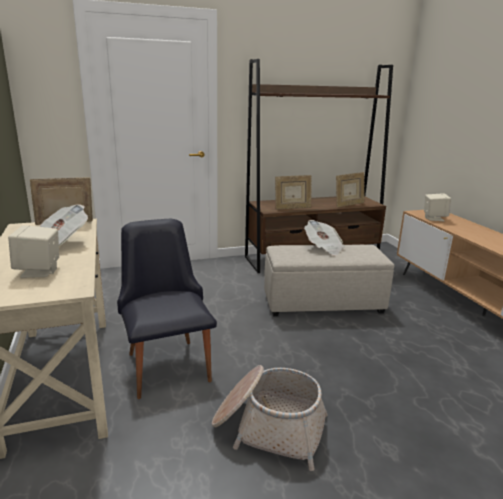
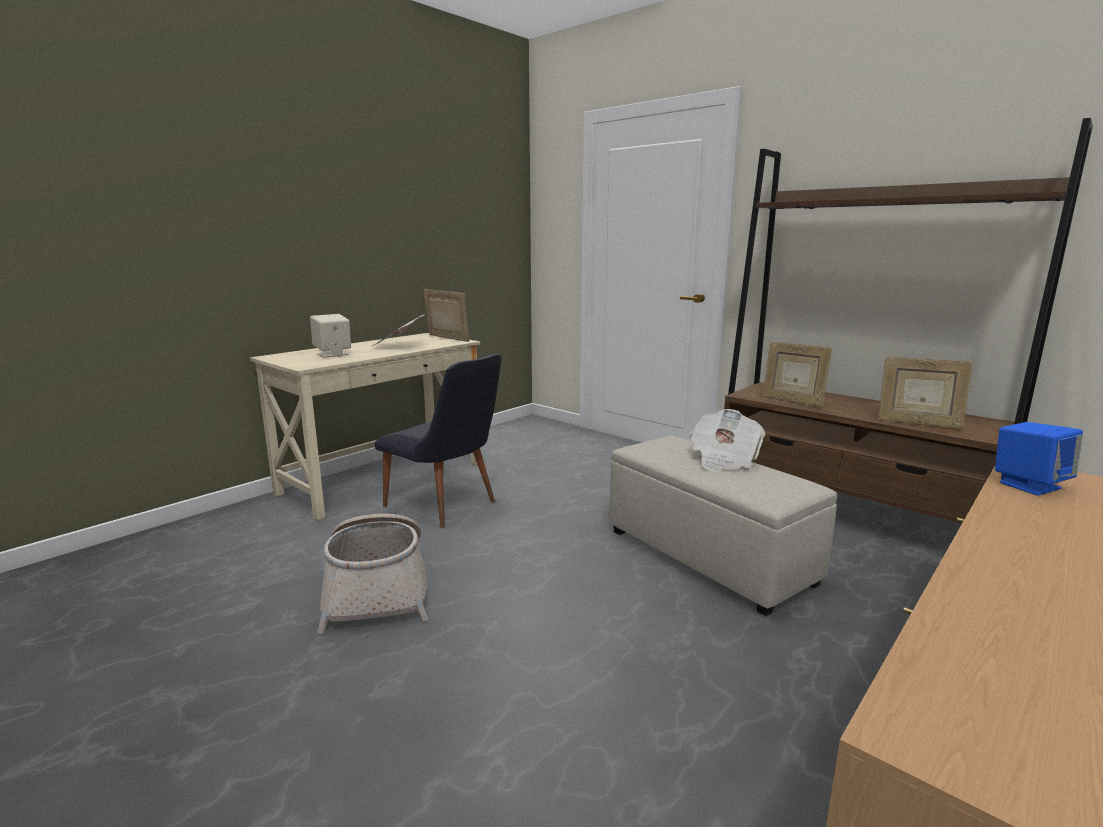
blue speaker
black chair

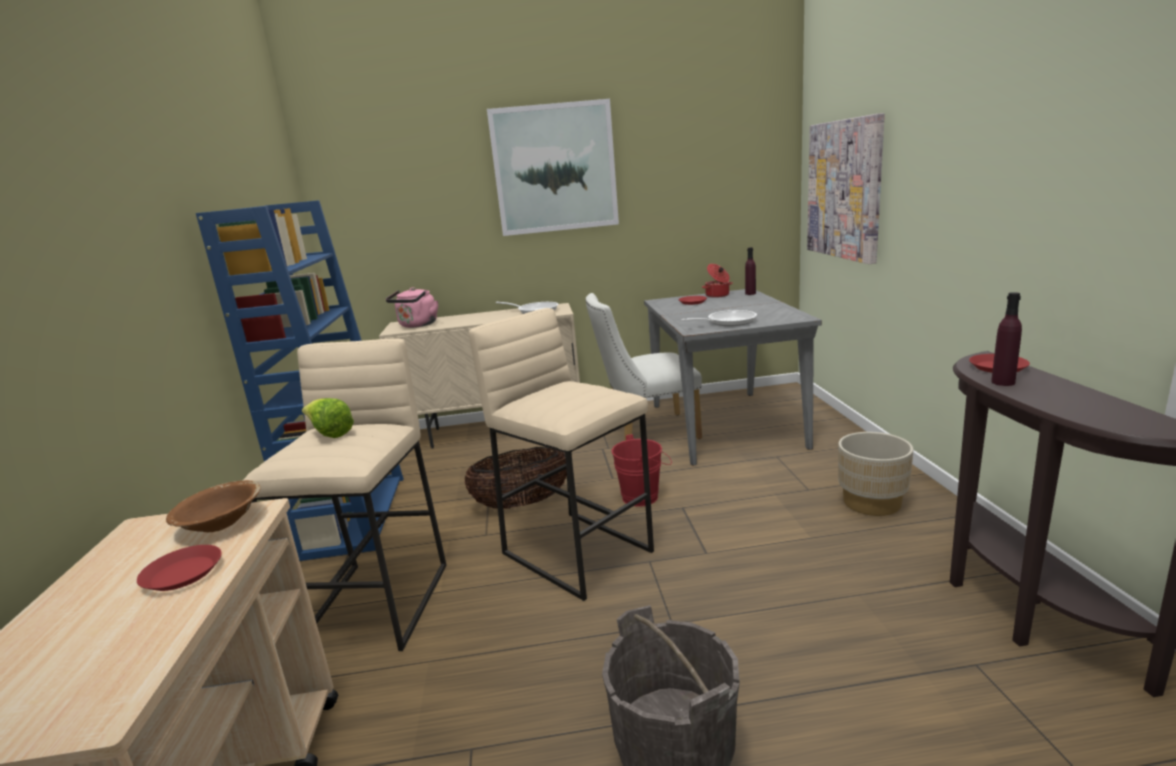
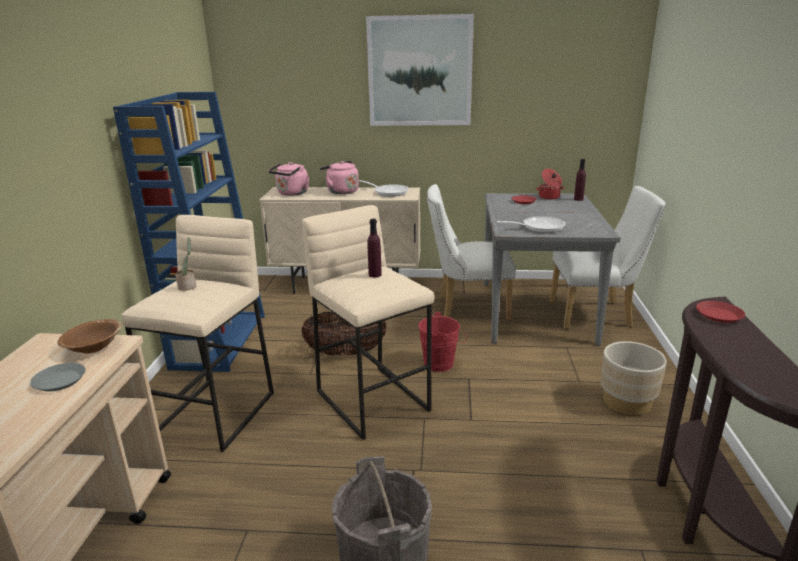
picture (no. 2 from left in the first image)
pink kettle (no. 2 from left)
white chair (no. 2 from left)
purple bottle (no. 1 from left)
potted plant
grey plate

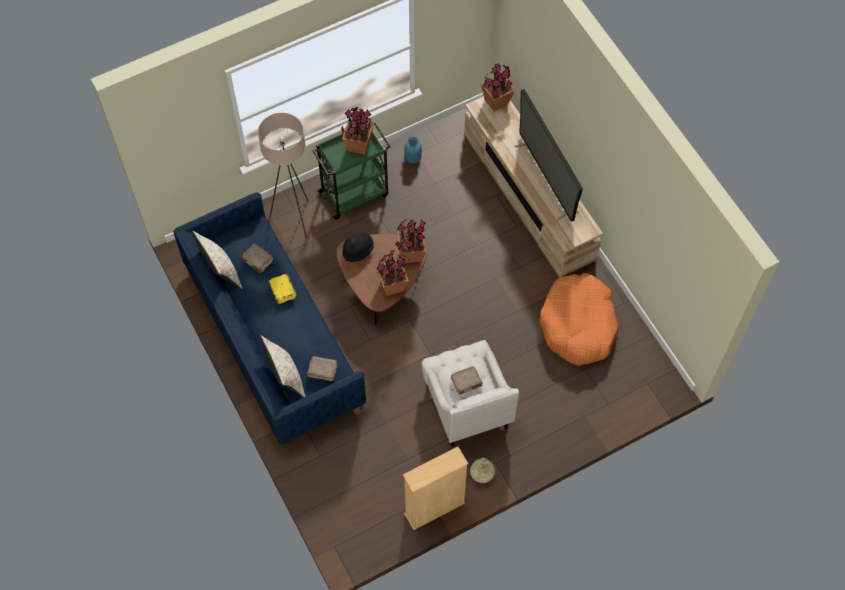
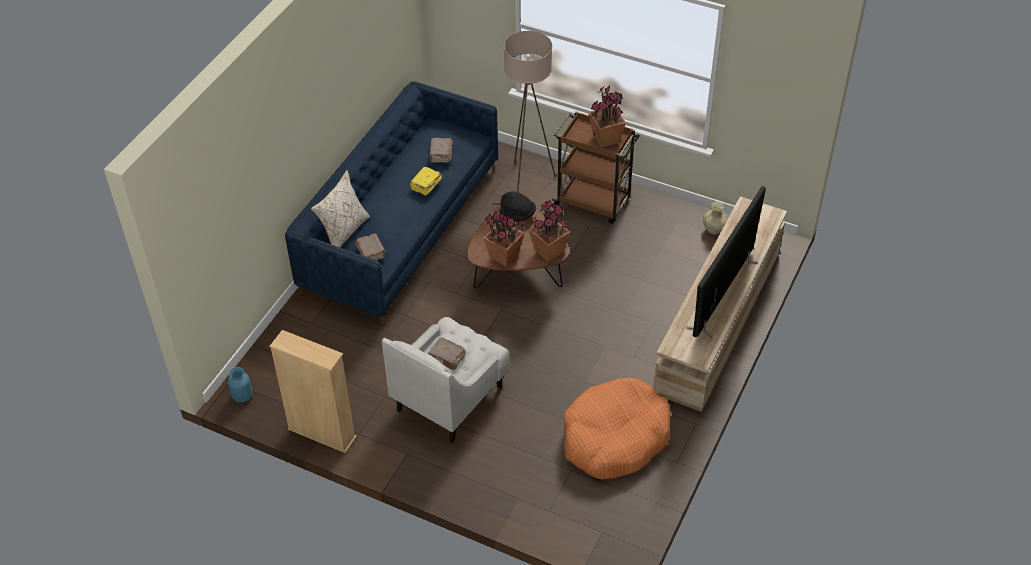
beige pillow (no. 1 from left in the first image)
potted plant (no. 4 from left in the first image)
blue vase
beige vase
brown cart

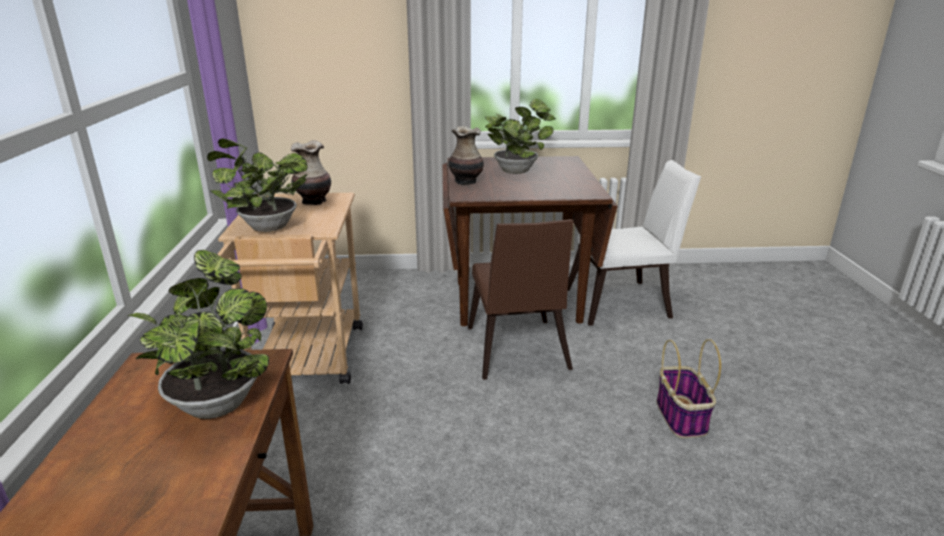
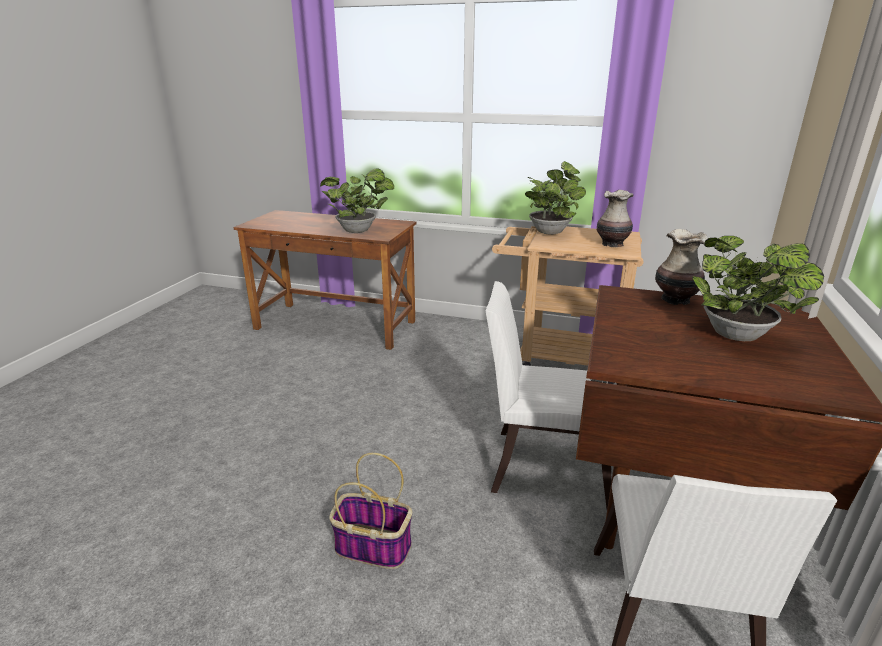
white chair (no. 1 from left)

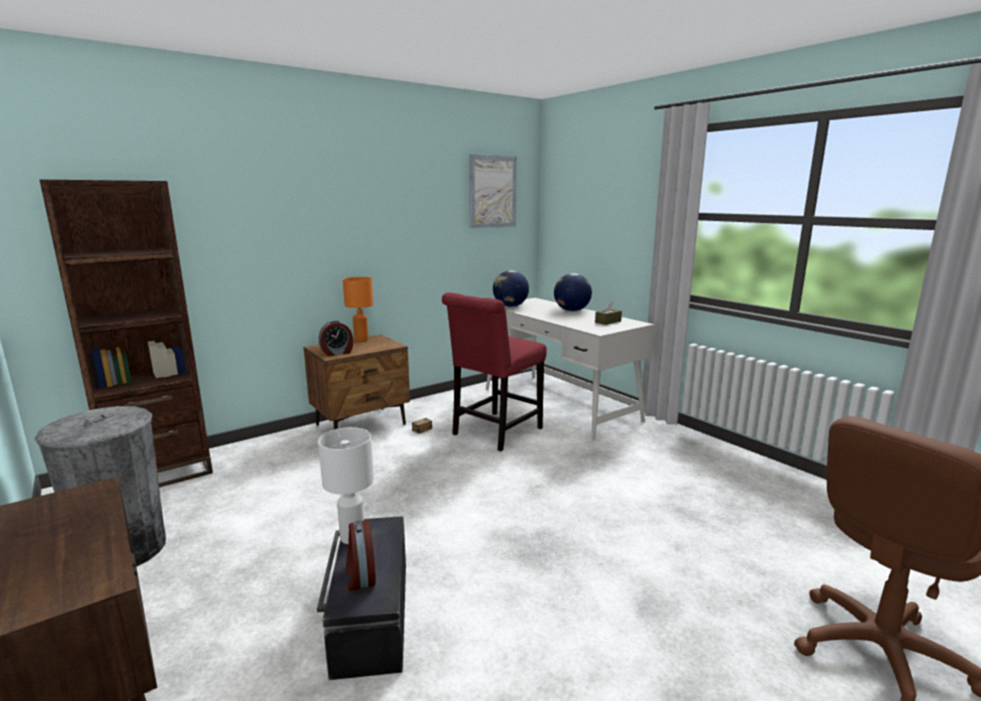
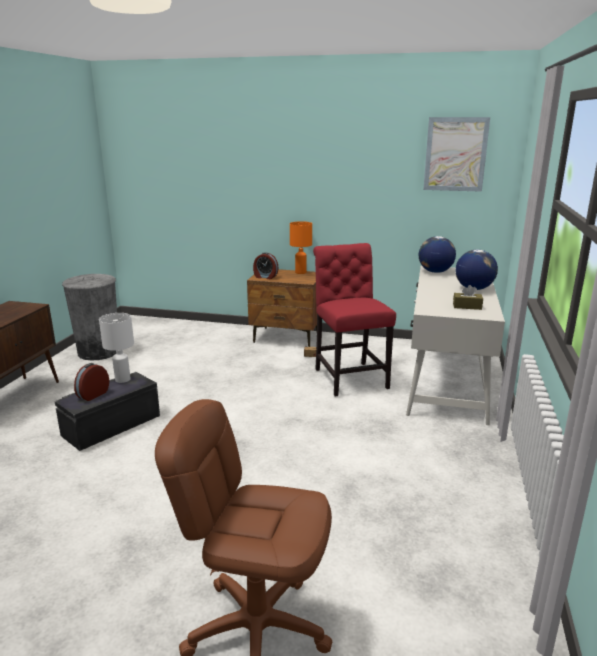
brown bookcase
red chair

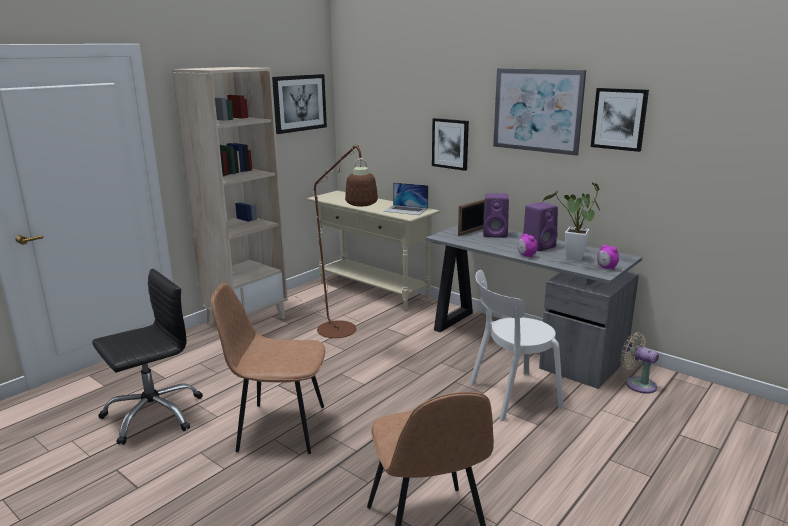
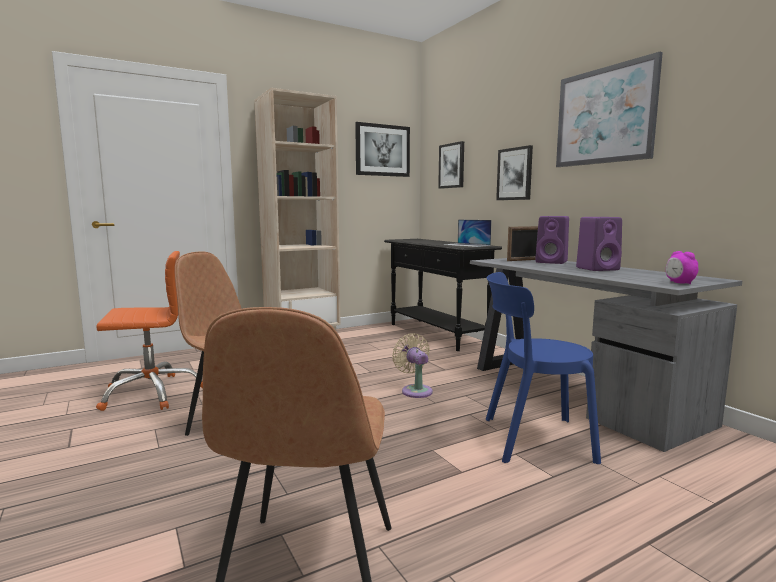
brown floor lamp
alarm clock (no. 1 from left in the first image)
potted plant
picture (no. 2 from left)
beige fan
orange office chair
black console table
blue chair

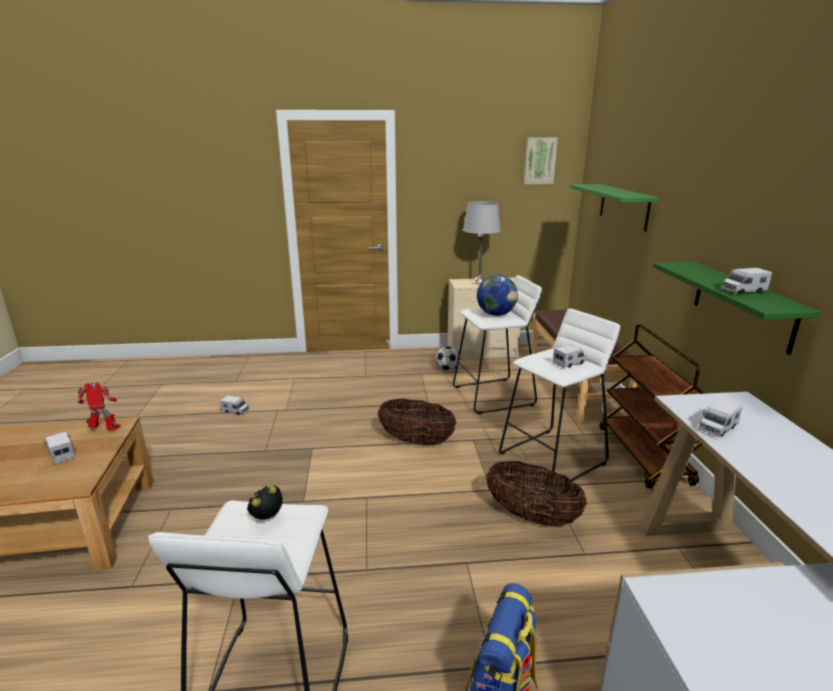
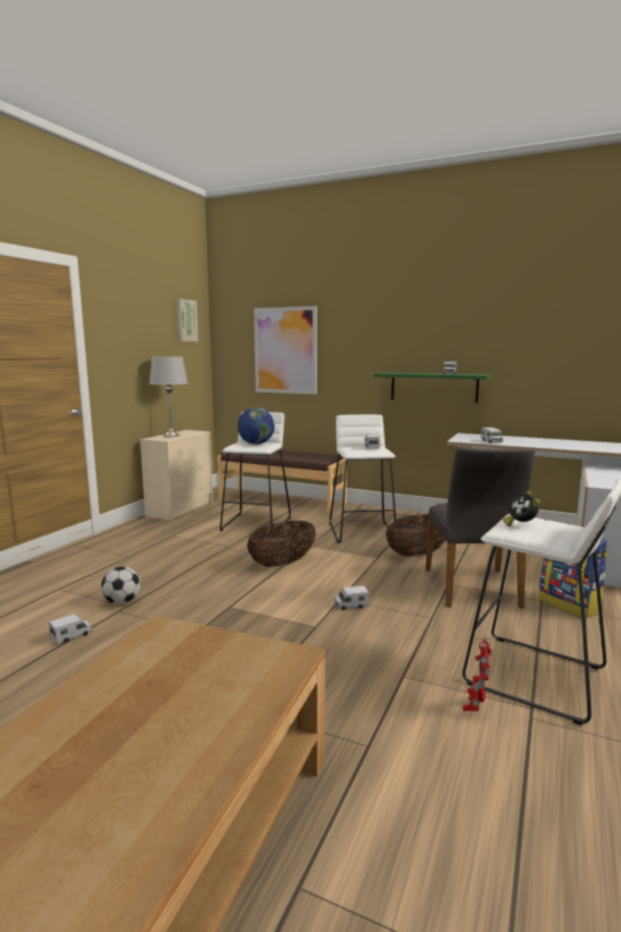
brown cart
grey chair
toy truck (no. 2 from left)
toy robot
football
picture (no. 2 from left)

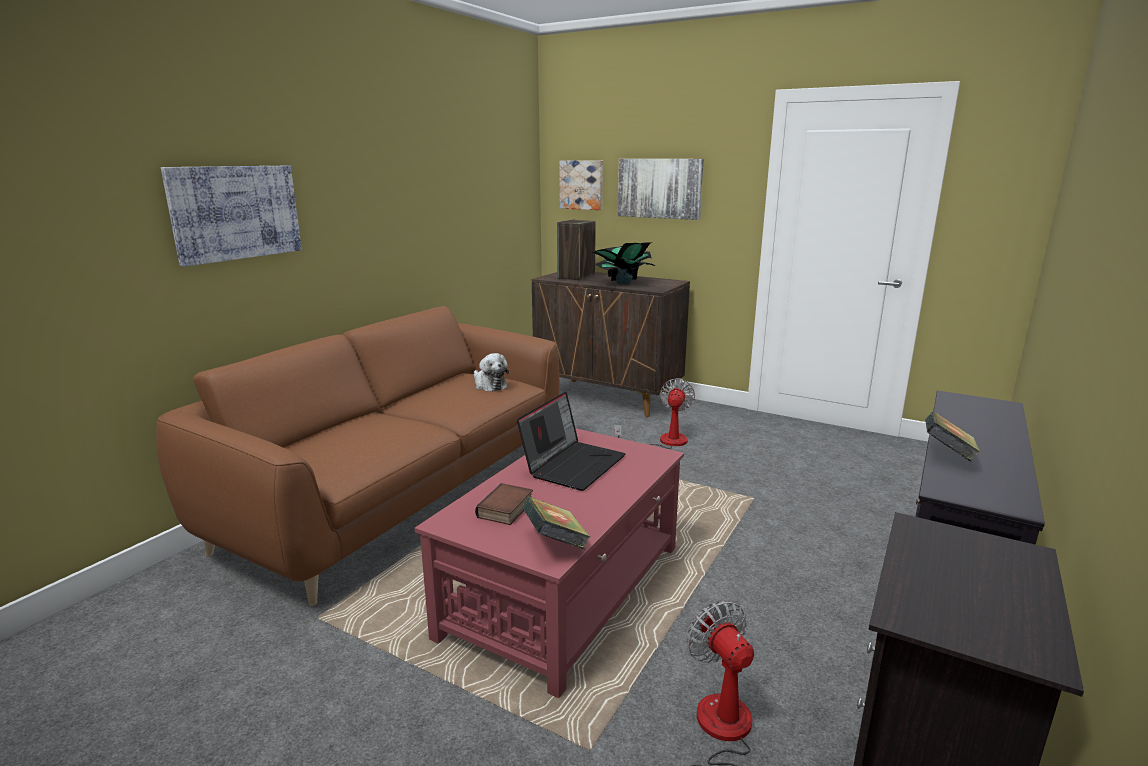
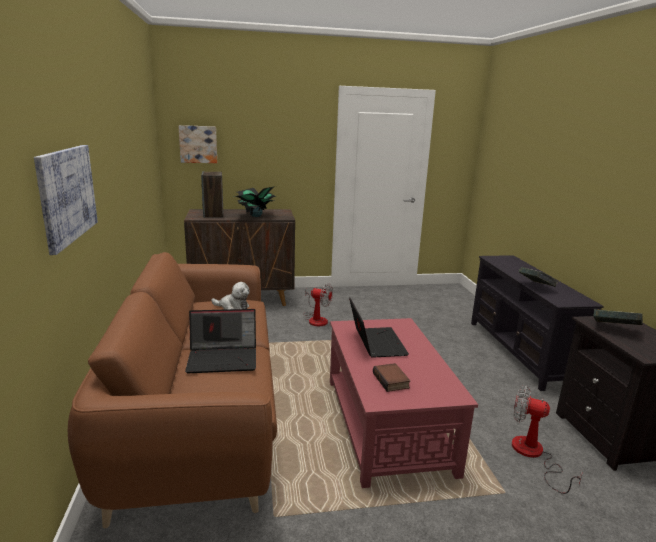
picture (no. 3 from left in the first image)
laptop (no. 1 from left)
book (no. 3 from left)
fan (no. 1 from left)

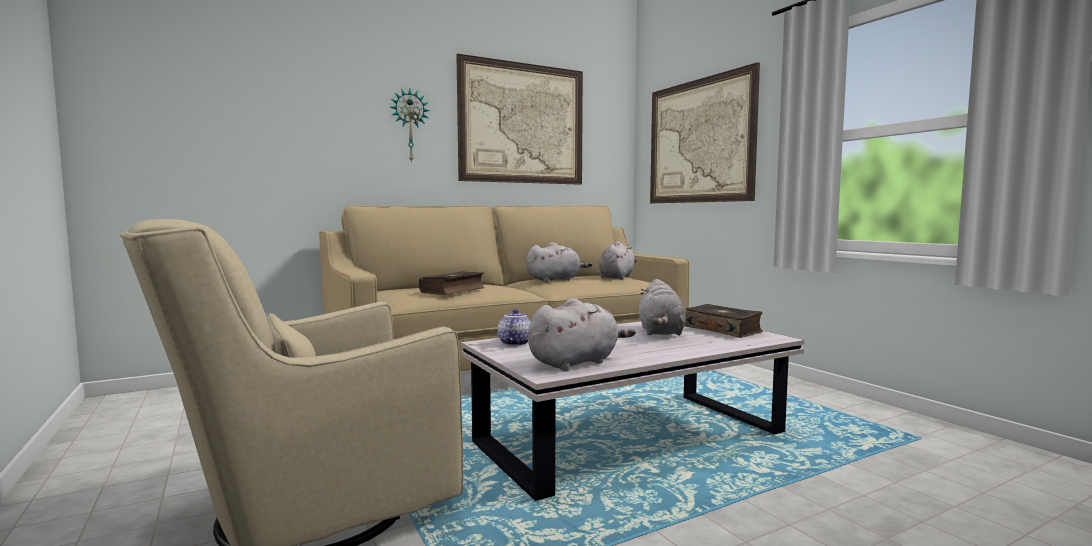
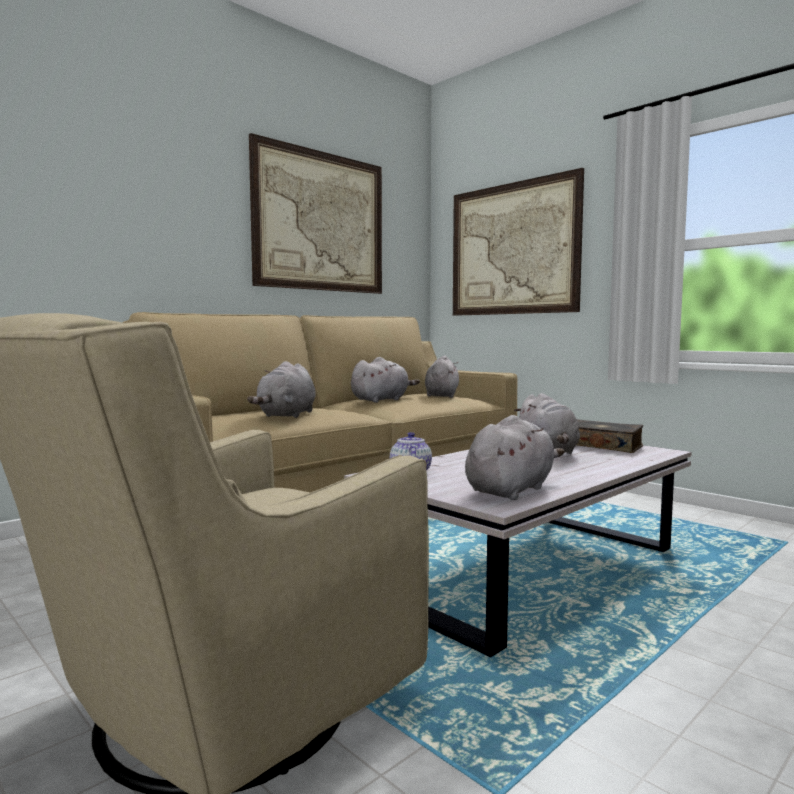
wall clock
grey plush toy (no. 1 from left)

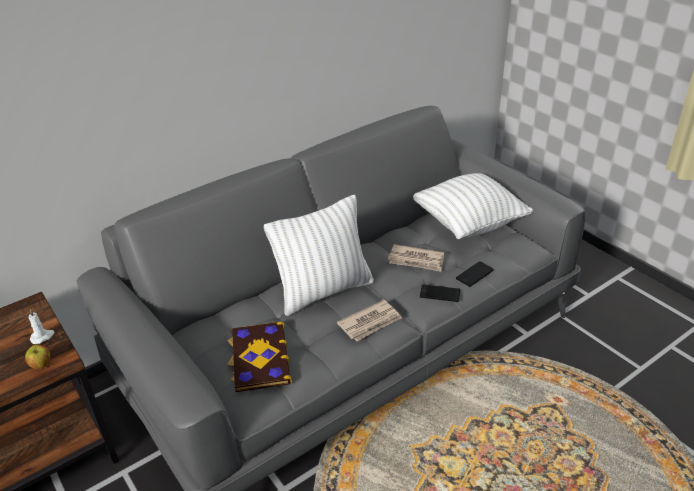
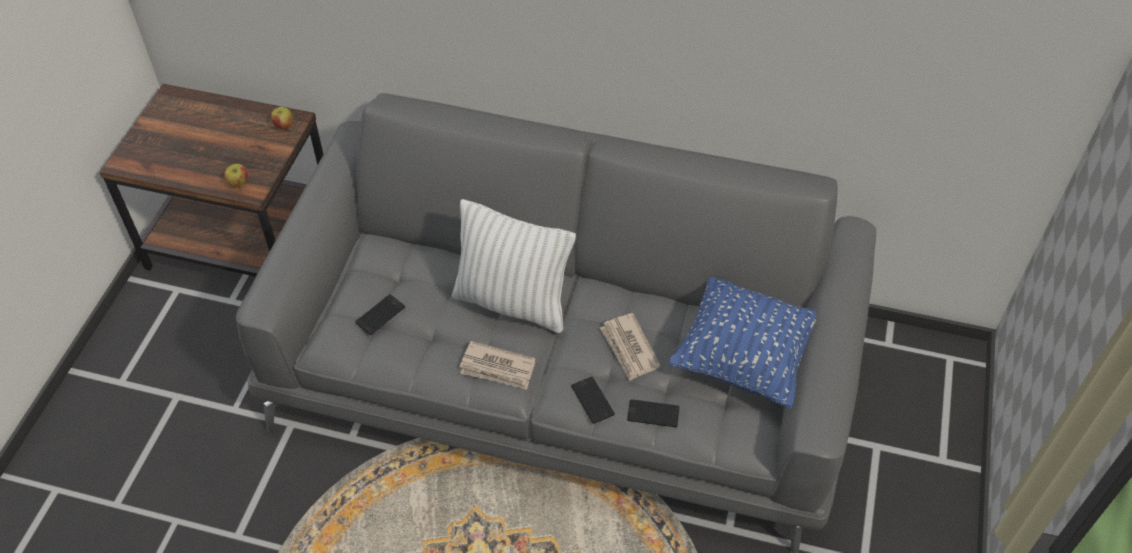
white candle
apple (no. 2 from left)
phone (no. 1 from left)
blue pillow

